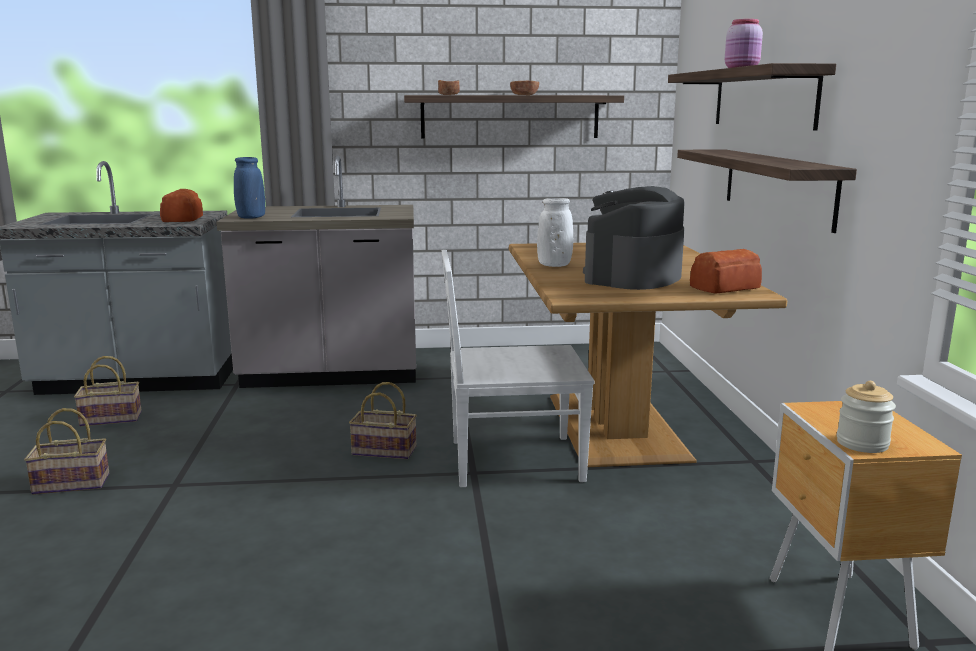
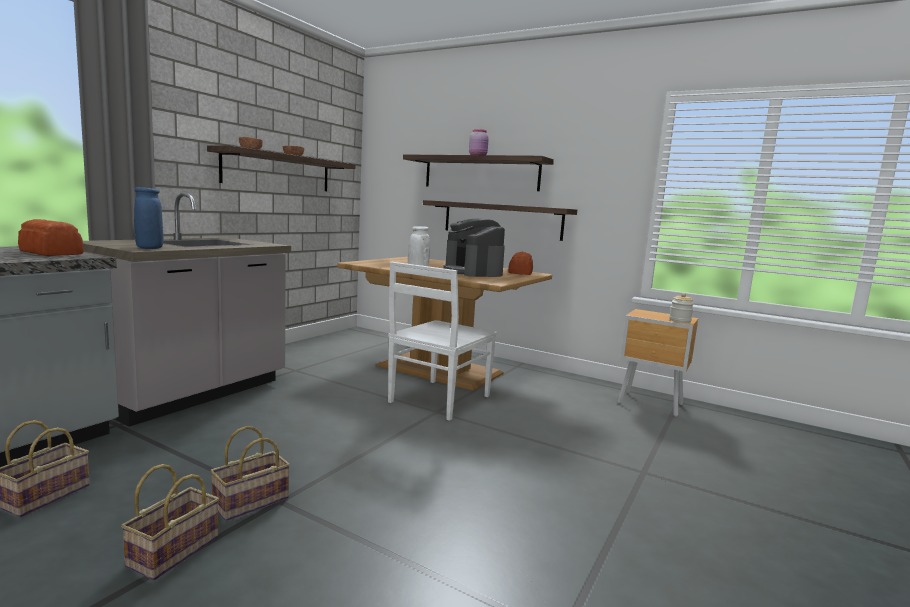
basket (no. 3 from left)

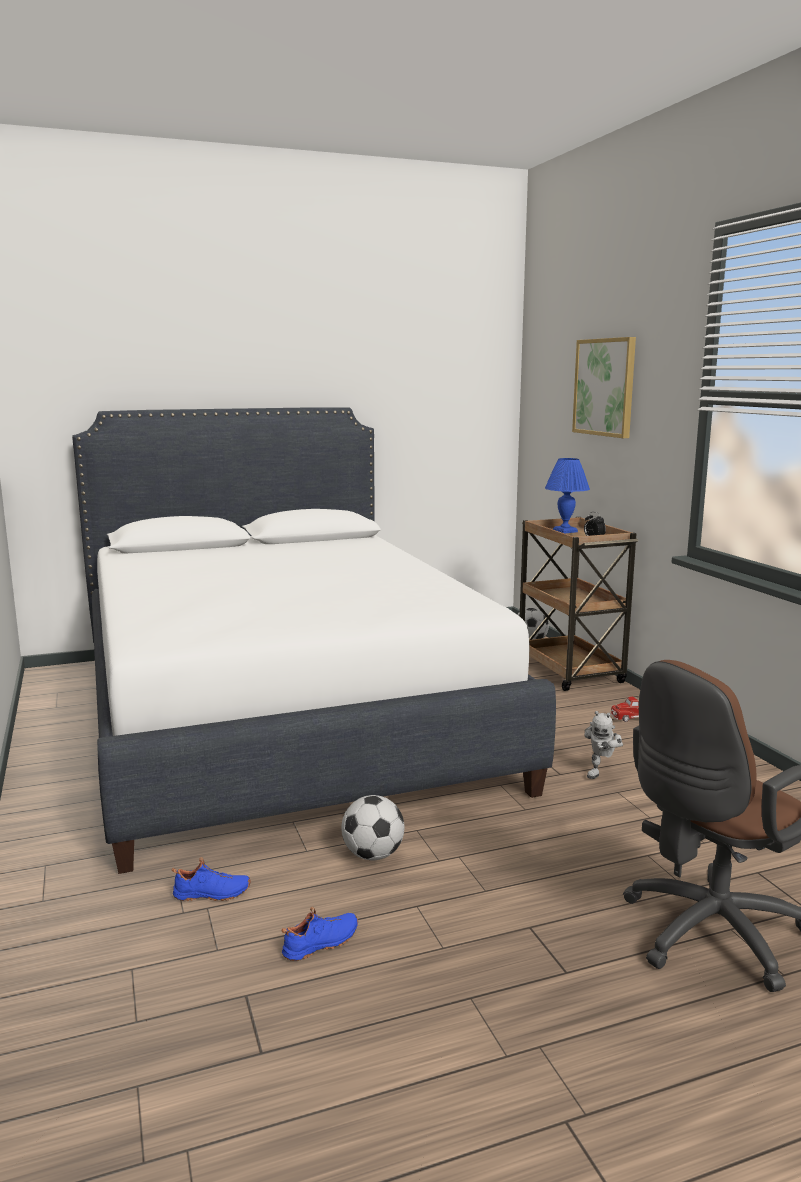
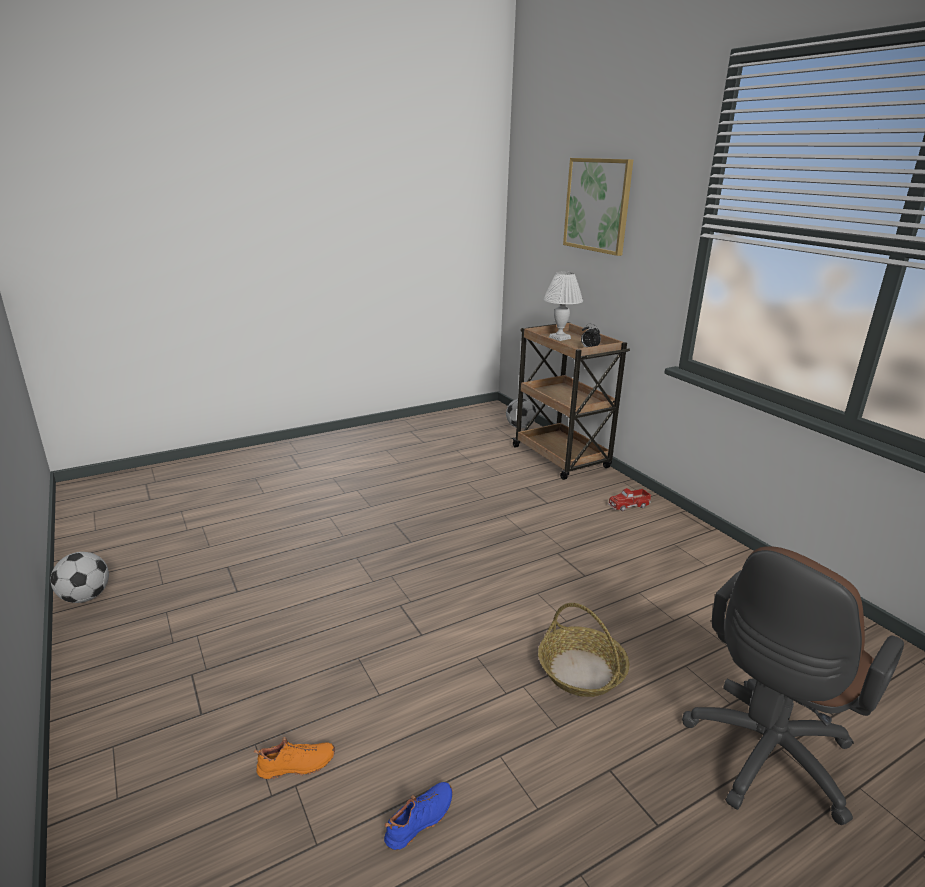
white bed
toy robot
basket
football (no. 1 from left)
orange shoe
white table lamp

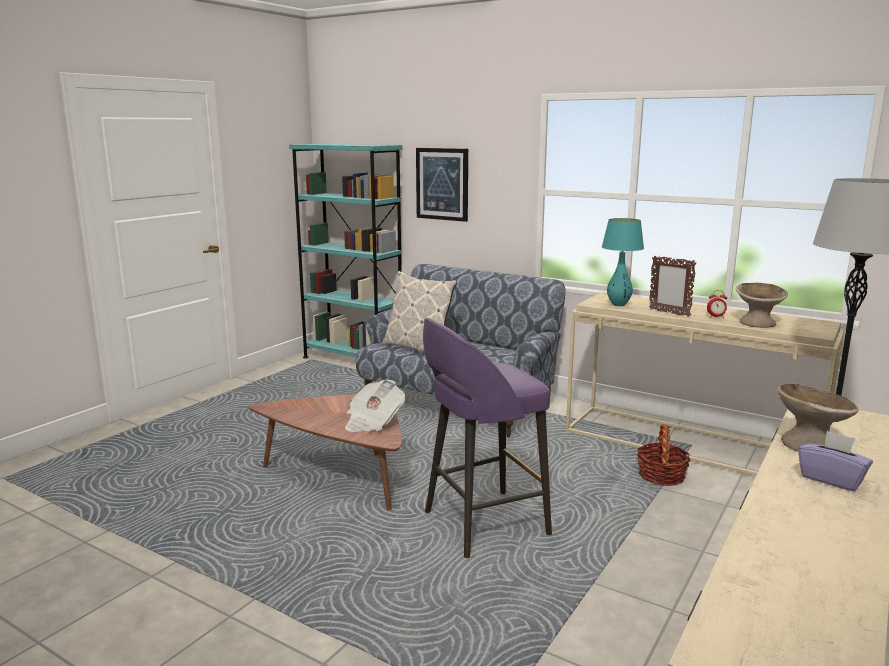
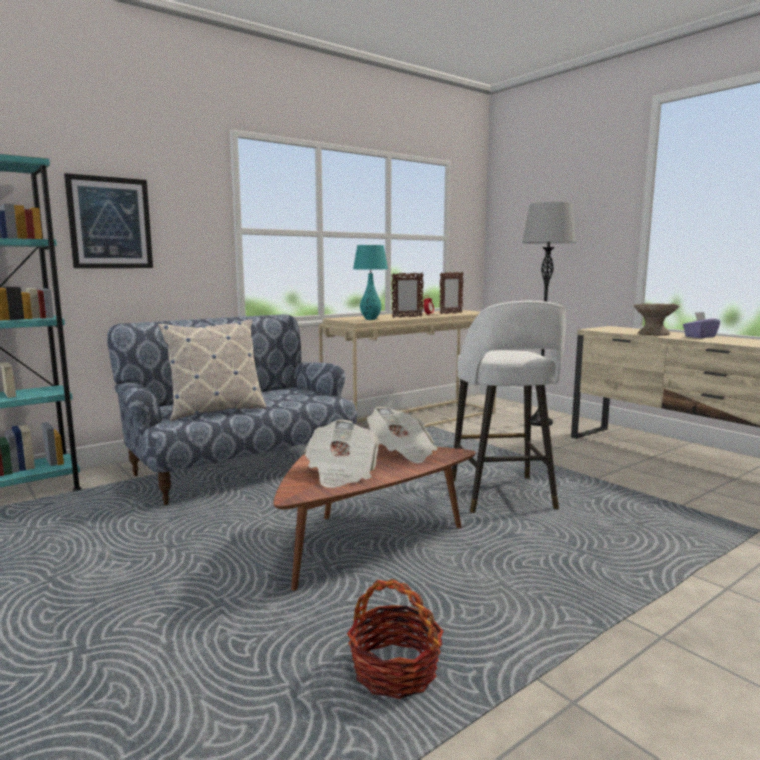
newspaper (no. 1 from left)
basket
picture frame (no. 2 from left)
white stool

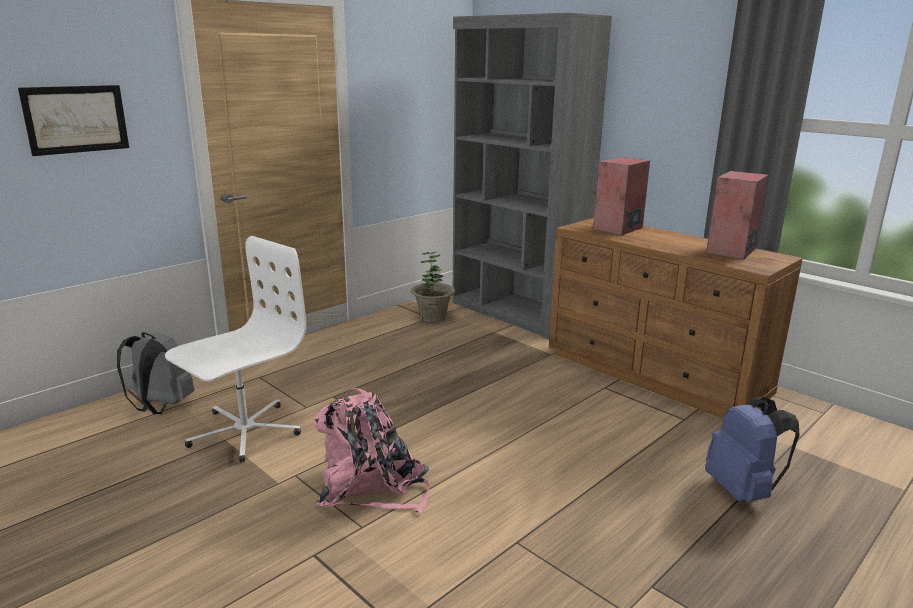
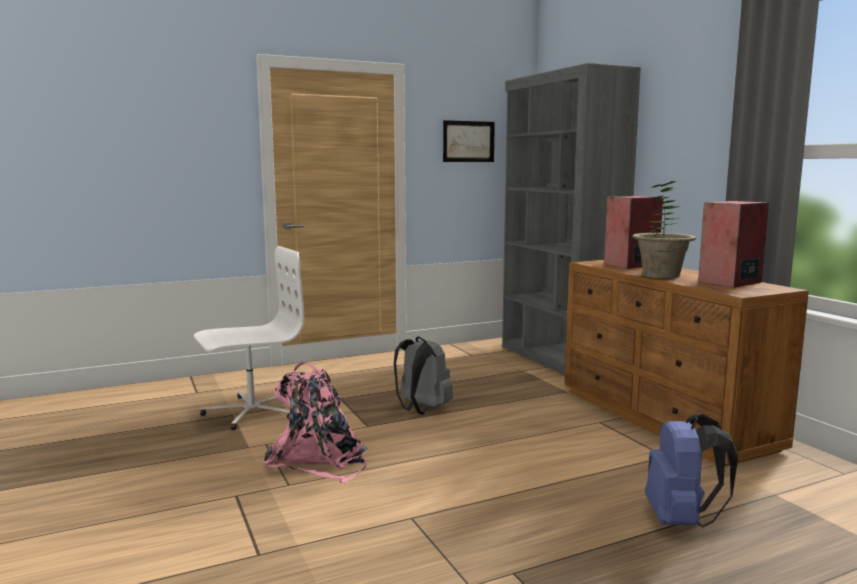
picture
grey backpack
potted plant

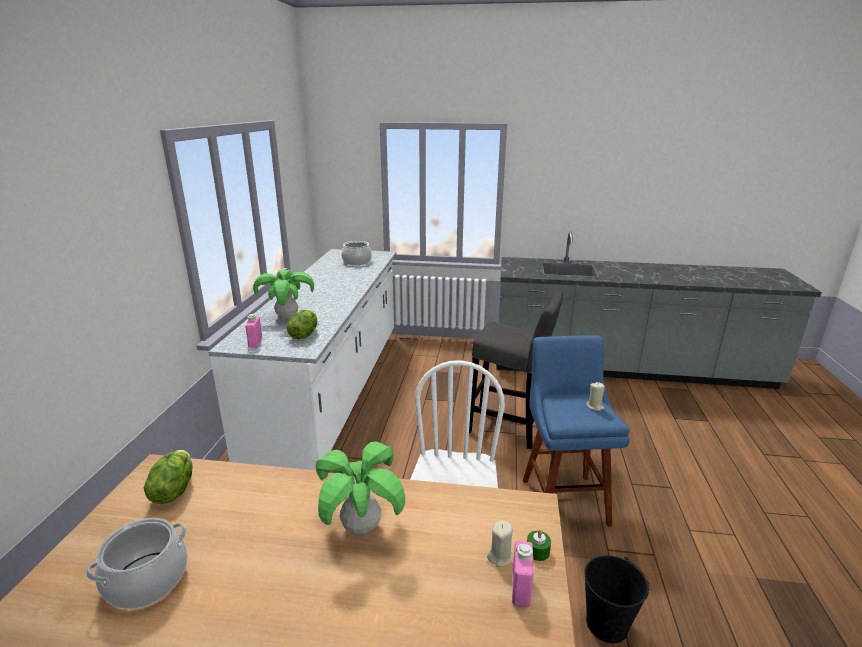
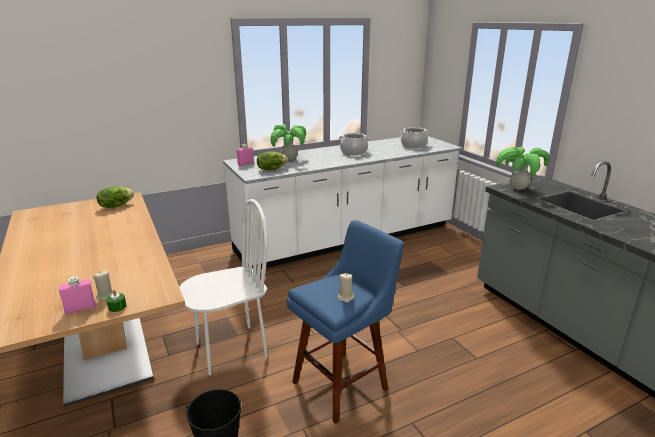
grey stool
cooking pot (no. 1 from left)
potted plant (no. 2 from left)

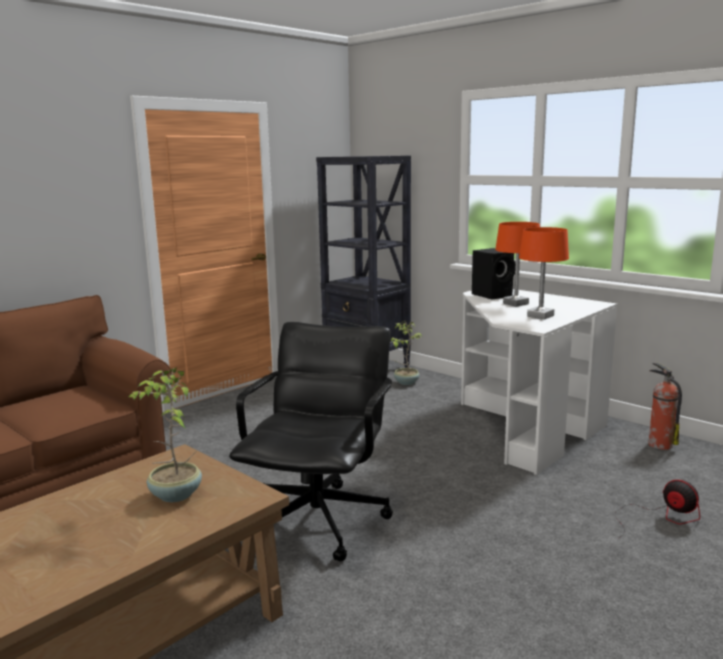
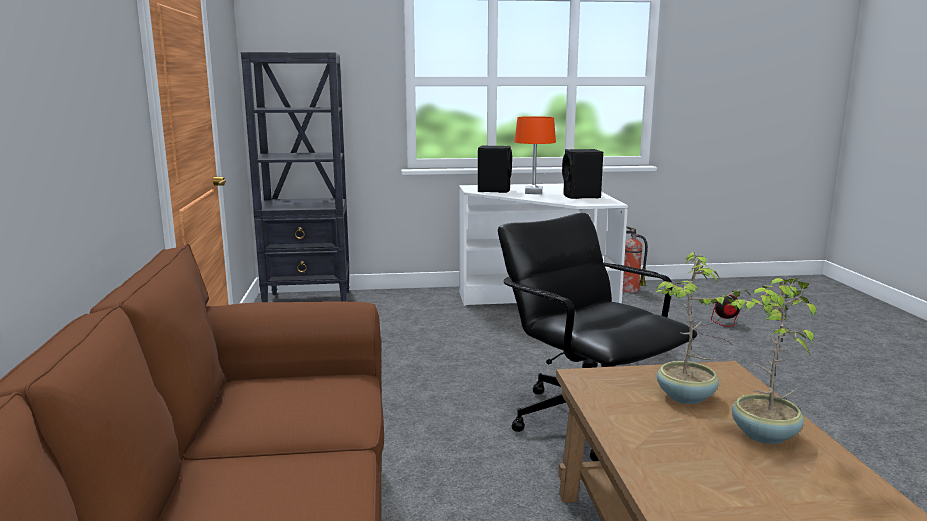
potted plant (no. 2 from left)
black speaker (no. 2 from left)

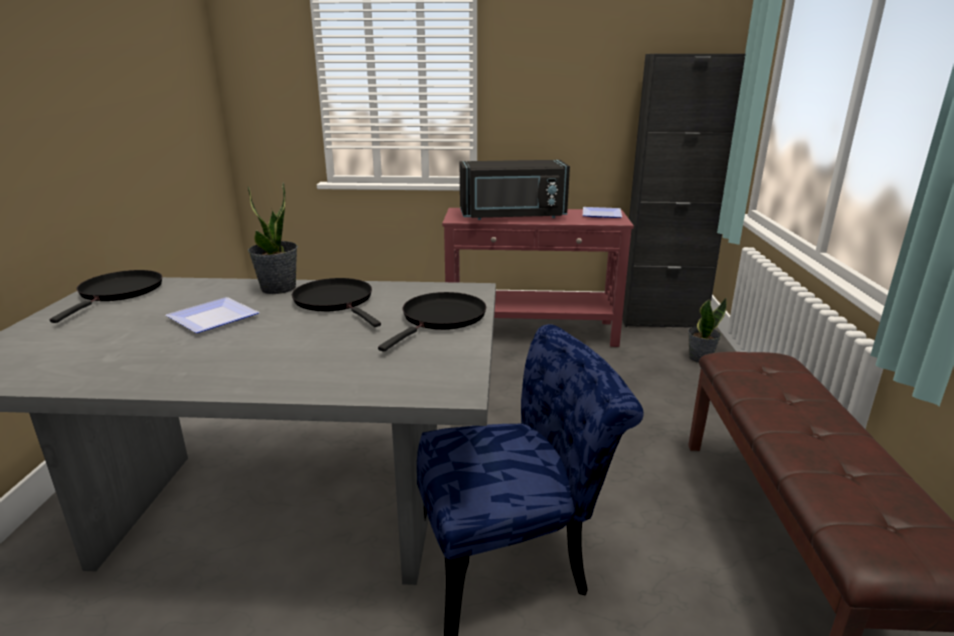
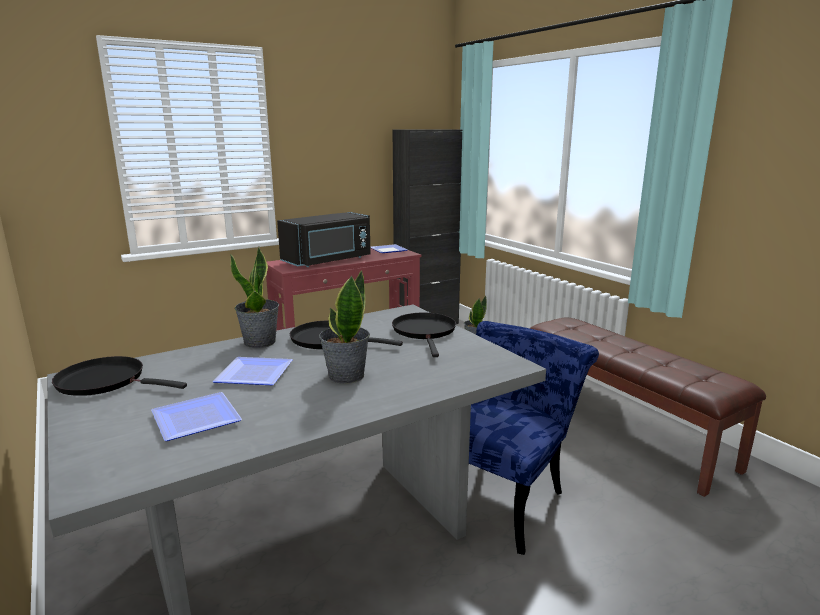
plate (no. 1 from left)
potted plant (no. 2 from left)
black frying pan (no. 1 from left)

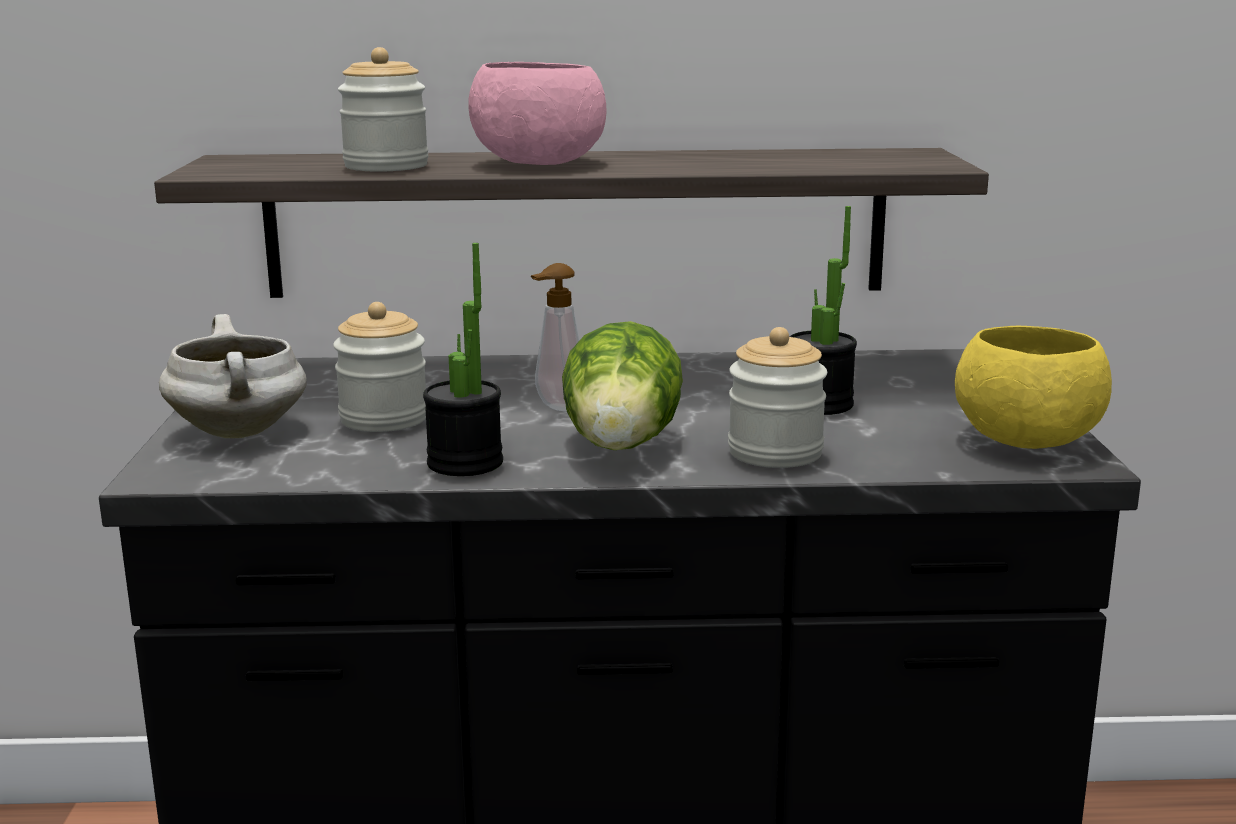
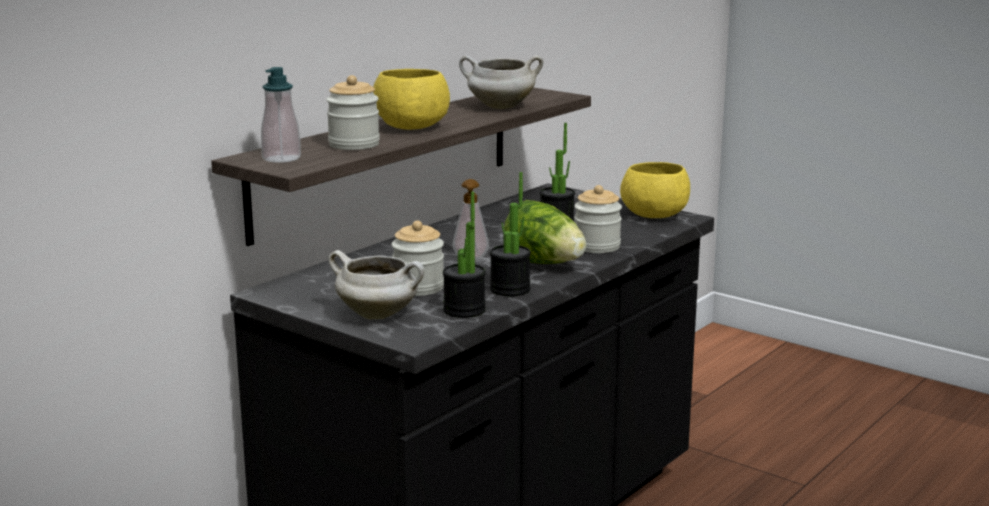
soap dispenser (no. 1 from left)
potted plant (no. 1 from left)
white cooking pot (no. 2 from left)
yellow bowl (no. 1 from left)

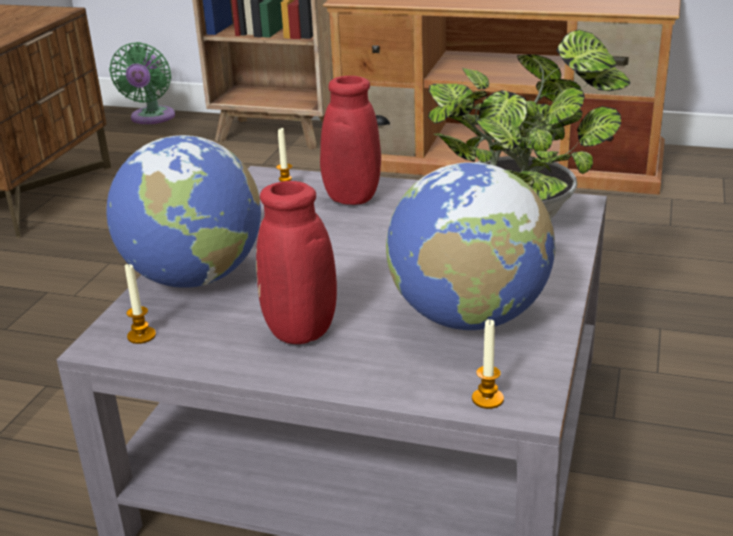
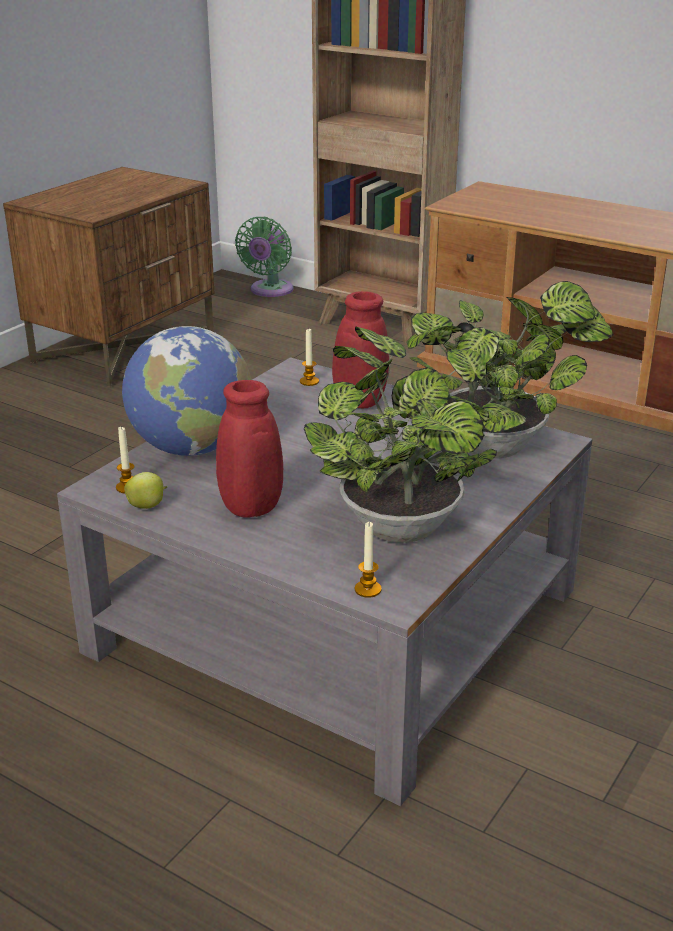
apple
potted plant (no. 1 from left)

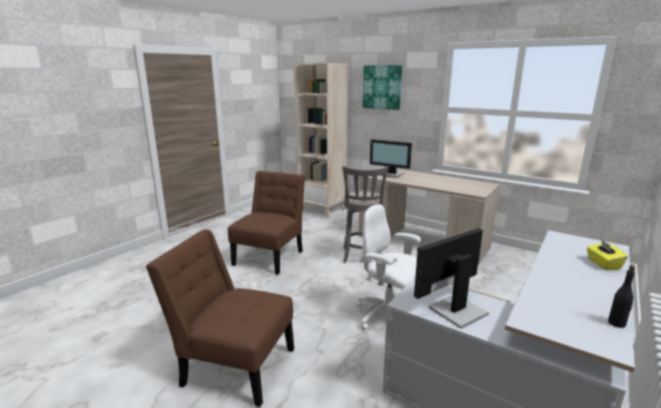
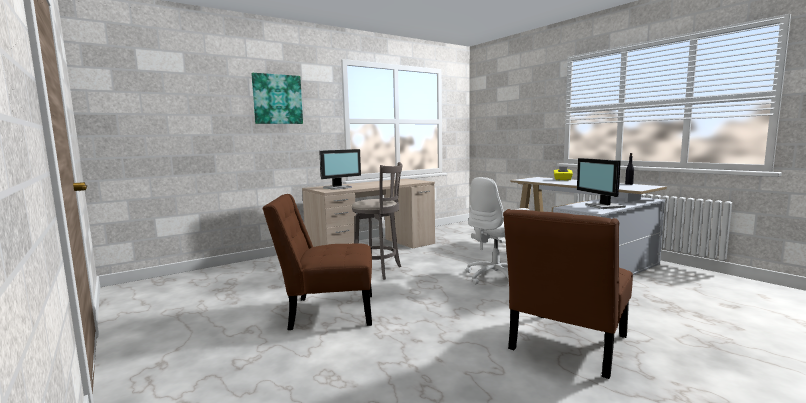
beige bookcase
brown chair (no. 1 from left)

